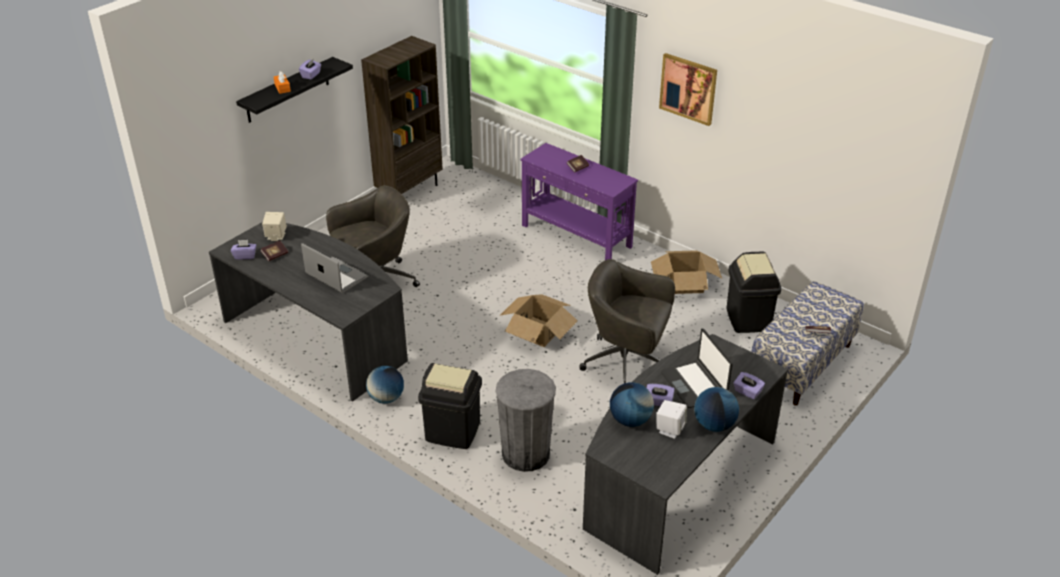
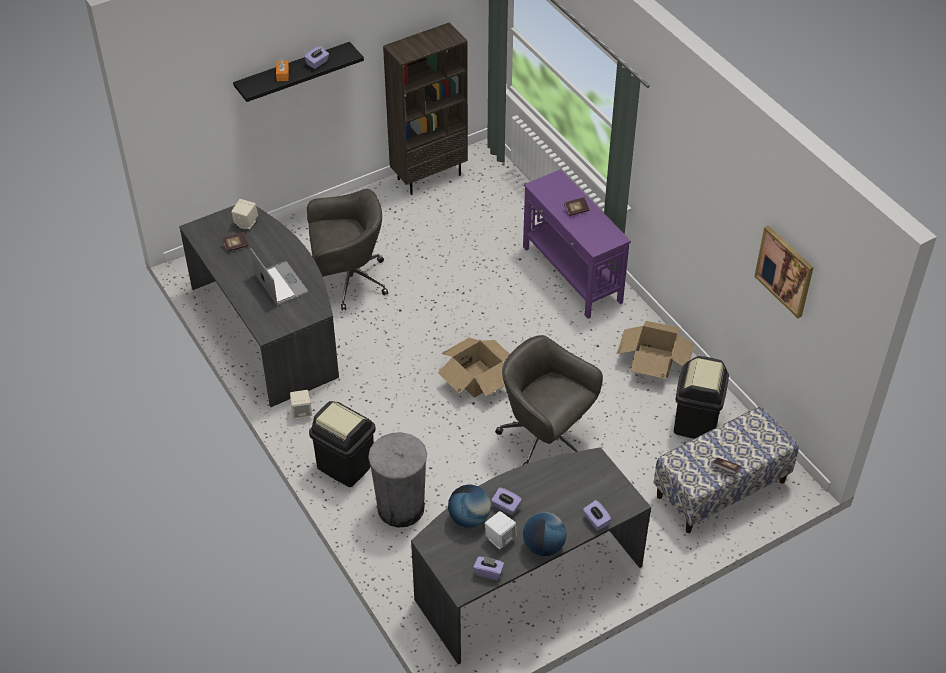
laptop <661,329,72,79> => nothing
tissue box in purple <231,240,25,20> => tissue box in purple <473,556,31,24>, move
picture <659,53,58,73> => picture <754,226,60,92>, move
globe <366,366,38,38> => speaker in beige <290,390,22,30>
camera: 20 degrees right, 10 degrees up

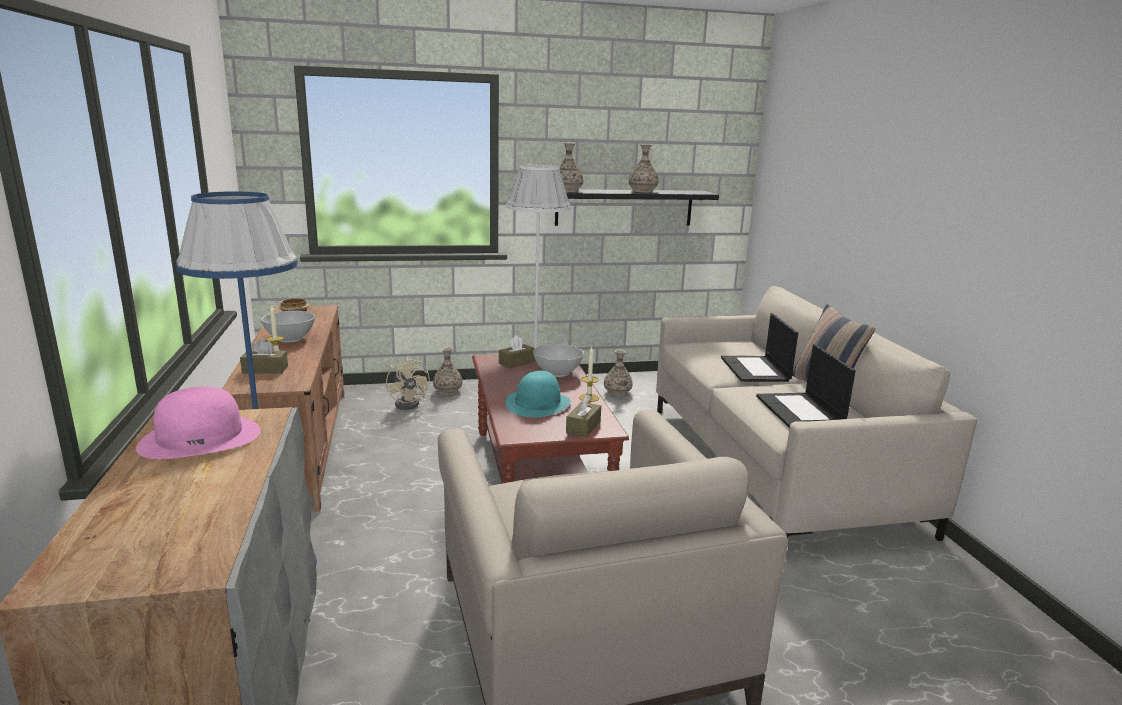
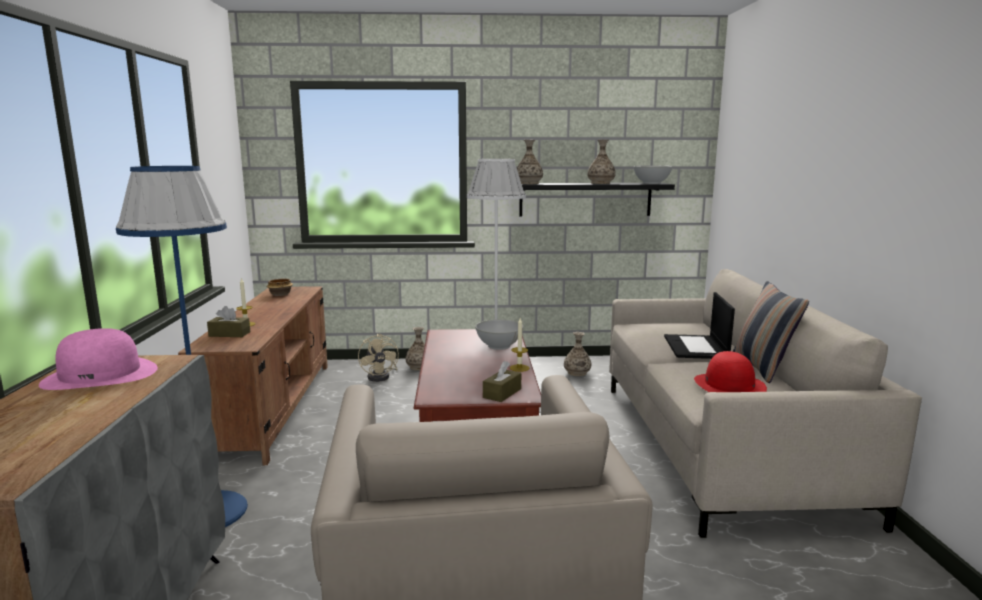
tissue box in brown <499,335,36,34> => nothing
hat in turquoise <505,371,66,46> => nothing
bowl in white <261,311,54,31> => bowl in white <633,166,40,18>, move
laptop <756,344,100,84> => hat in red <694,351,73,41>
camera: 10 degrees right, 5 degrees down

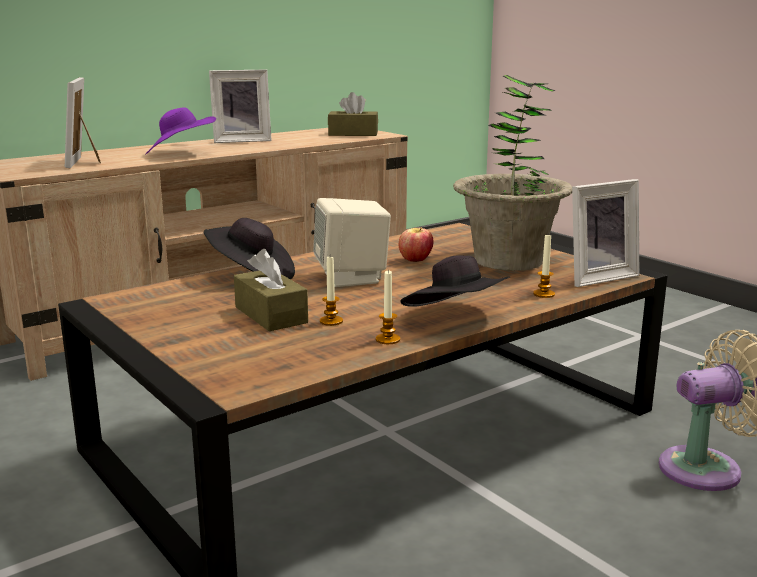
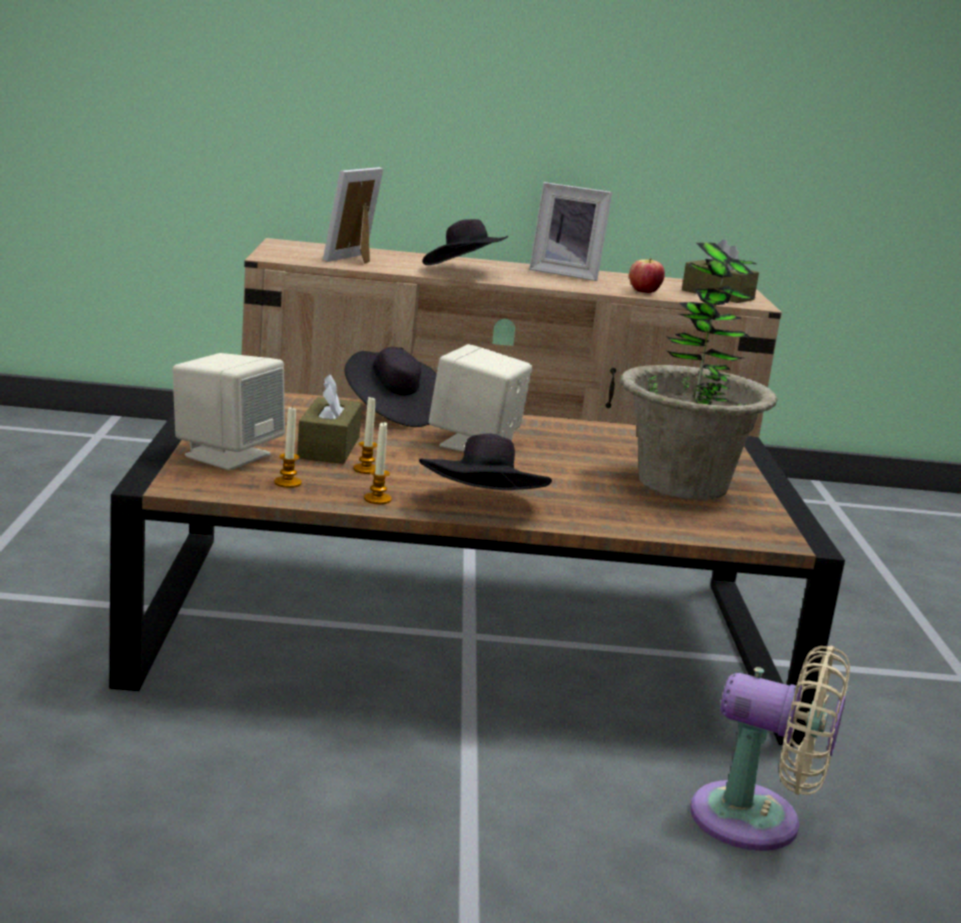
picture frame <572,179,67,108> => nothing
nothing => speaker in beige <172,353,113,117>
apple <399,227,34,35> => apple <629,258,36,35>, move
candle <533,235,22,63> => candle <274,407,28,81>, move
hat in purple <146,107,70,47> => hat in black <422,219,86,46>
camera: 35 degrees right, 0 degrees up

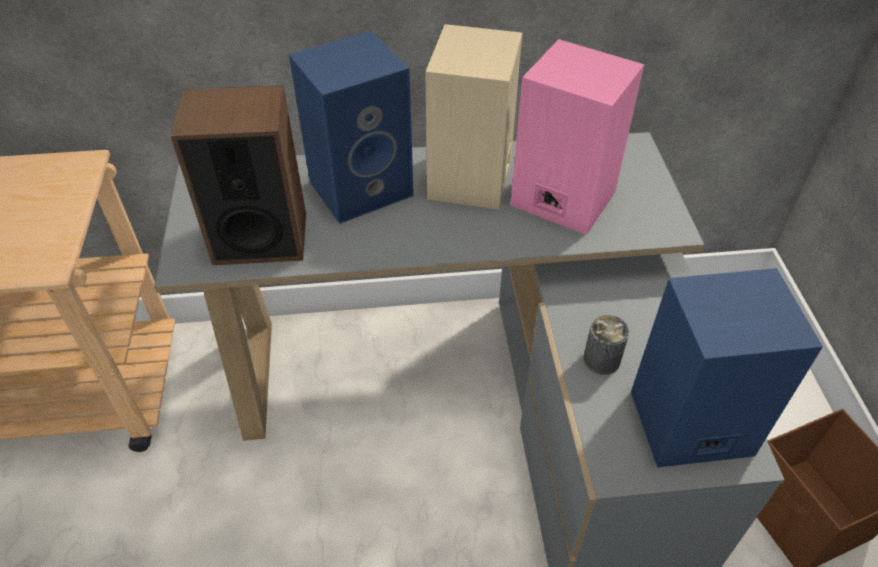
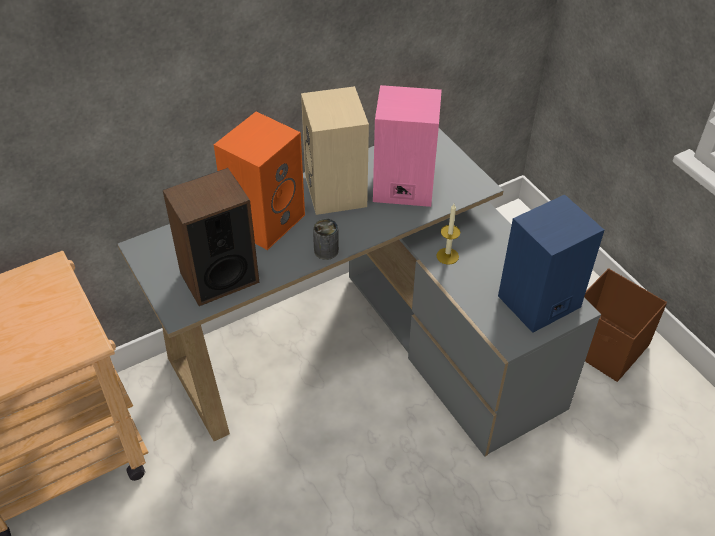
nothing => candle <436,204,24,61>
can <583,315,46,60> => can <313,219,26,41>, move
speaker in blue <289,31,125,193> => speaker in orange <214,112,91,138>
camera: 25 degrees left, 0 degrees up

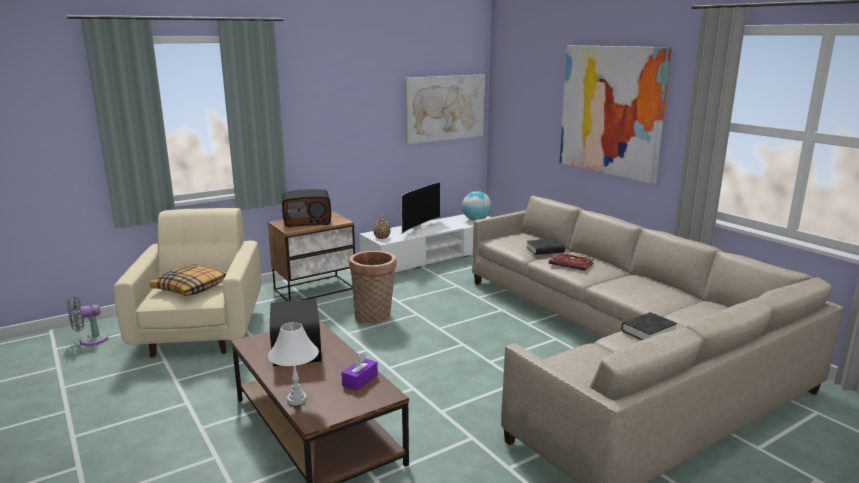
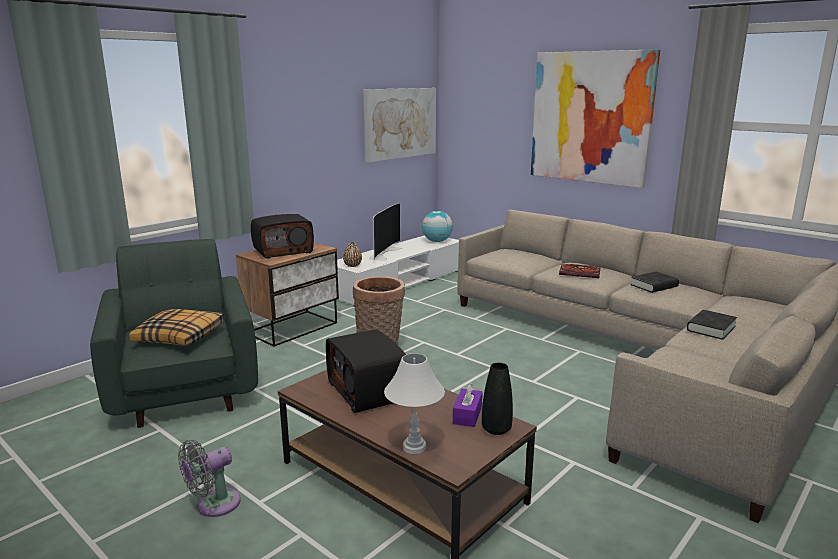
nothing => vase in black <482,363,31,72>
fan in grey <68,296,41,50> => fan in grey <178,440,63,77>, move
book in black <526,238,39,17> => book in black <630,272,49,21>, move
armchair in beige <113,208,148,150> => armchair in green <90,239,168,189>
camera: 15 degrees left, 0 degrees up

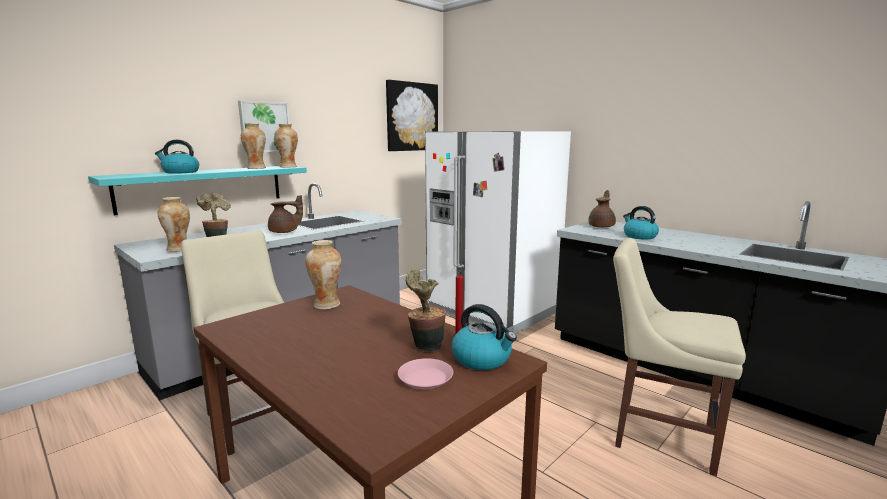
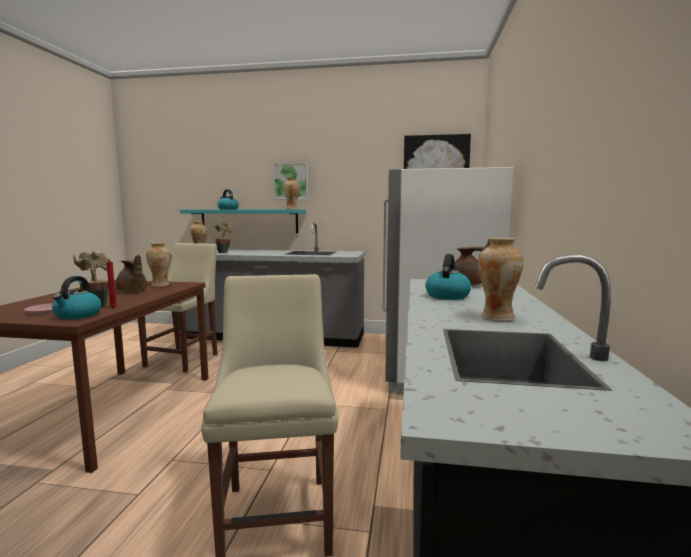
vase <241,124,25,45> => vase <478,237,46,84>, move
teapot in brown <268,195,35,38> => teapot in brown <115,255,32,37>, move
camera: 55 degrees right, 5 degrees down

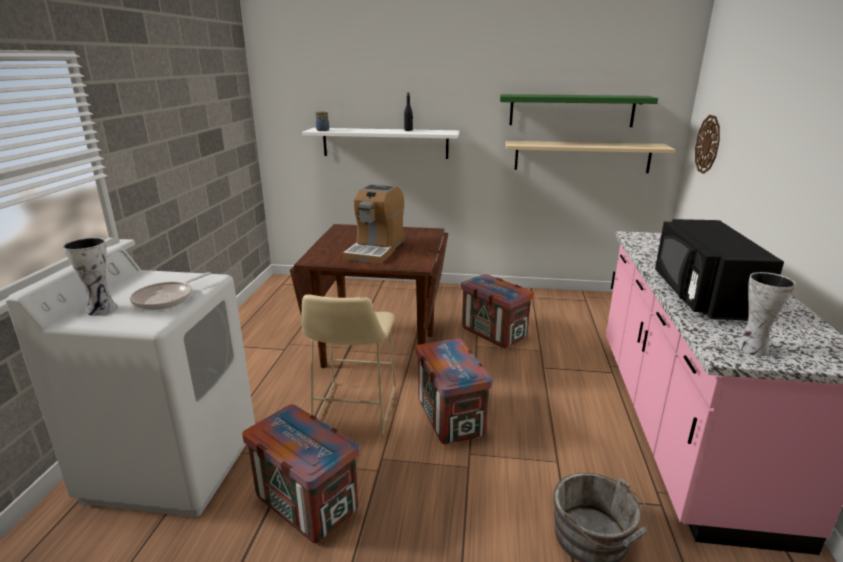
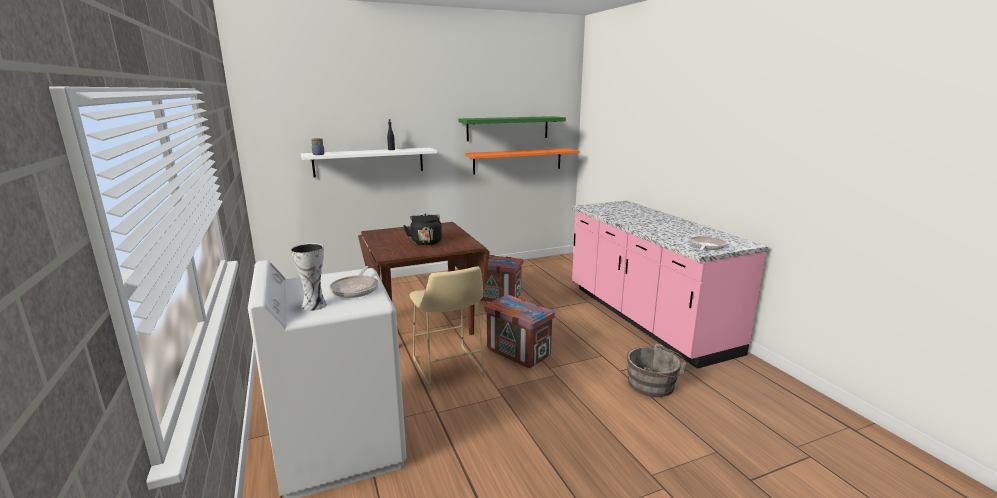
crate <242,404,117,139> => nothing
microwave in black <655,219,129,101> => nothing
wall clock <695,115,25,59> => nothing
coffee machine <343,184,61,80> => kettle in black <403,213,39,32>
vase <736,272,59,84> => frying pan <689,236,38,15>
shelf in beige <506,141,170,32> => shelf in orange <465,148,114,27>
camera: 30 degrees left, 5 degrees down

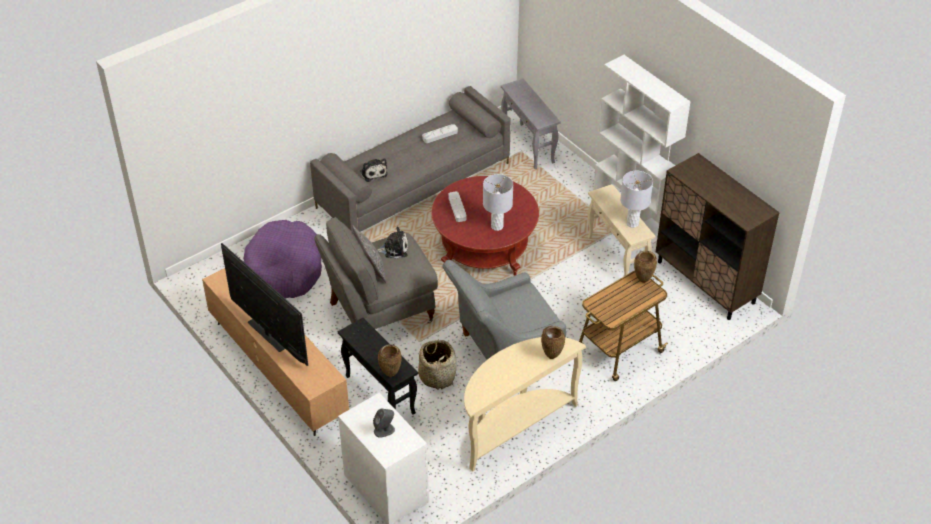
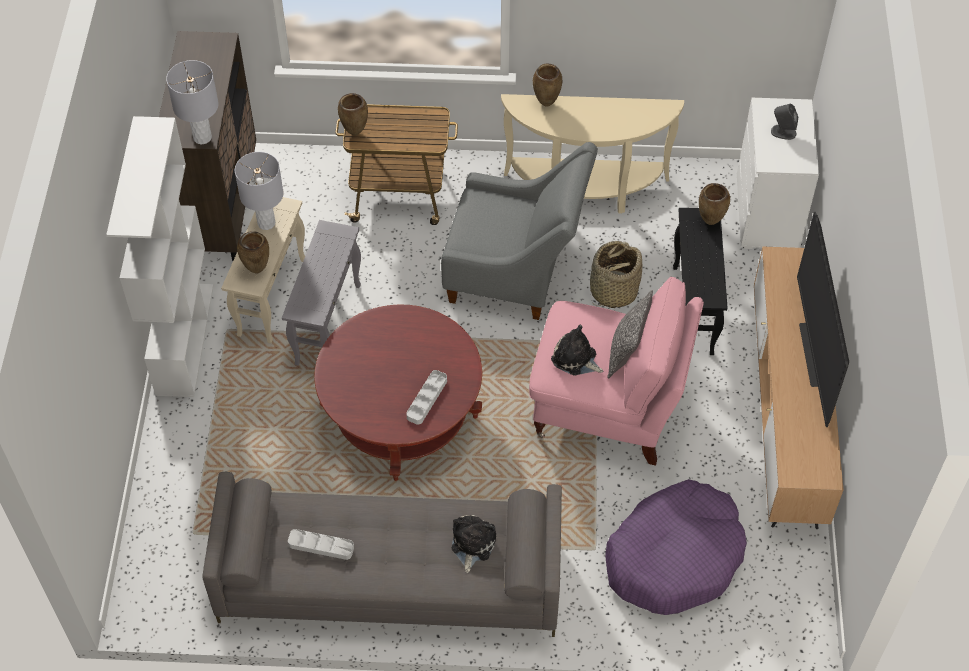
nothing => vase in brown <237,231,32,43>
table lamp in grey <483,174,30,57> => table lamp in grey <166,60,53,85>, move
side table in grey <501,79,60,90> => side table in grey <282,220,79,146>, move
armchair in grey <314,217,124,112> => armchair in pink <529,277,175,189>
camera: 140 degrees left, 10 degrees up

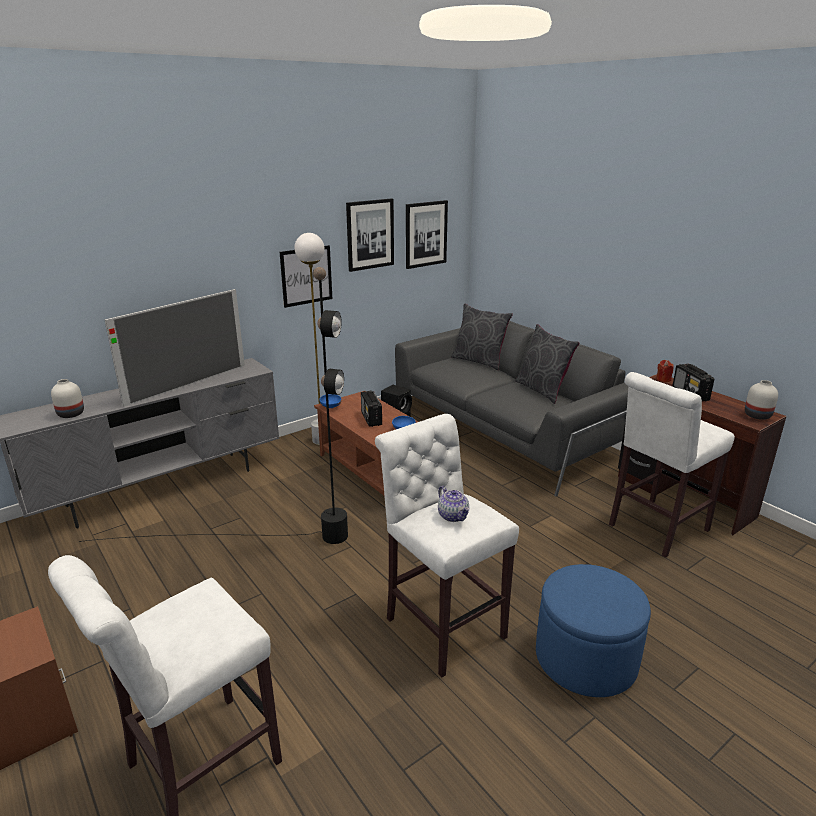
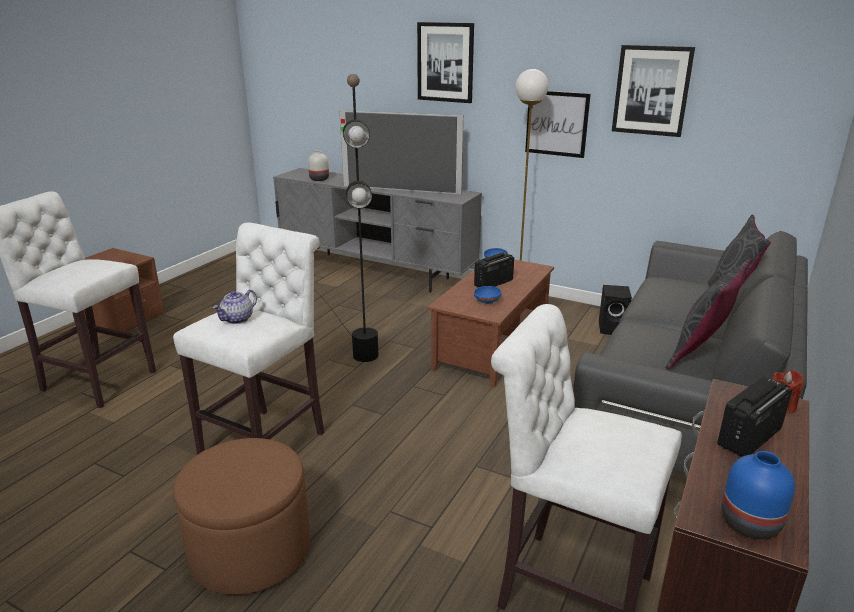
picture <406,200,42,69> => picture <417,22,57,81>, move
ottoman in blue <536,564,115,133> => ottoman in brown <173,438,137,157>
vase in white <745,380,33,40> => vase in blue <722,451,73,88>
camera: 65 degrees right, 0 degrees up

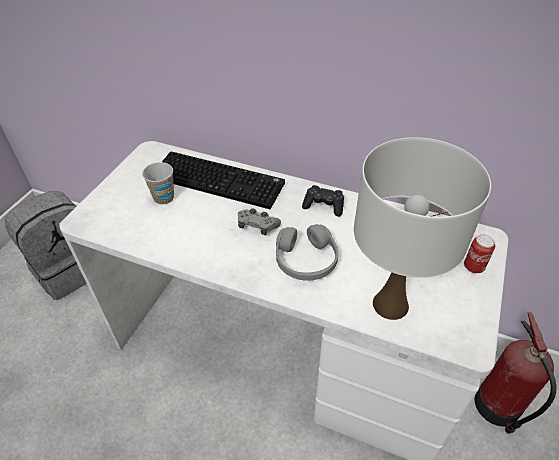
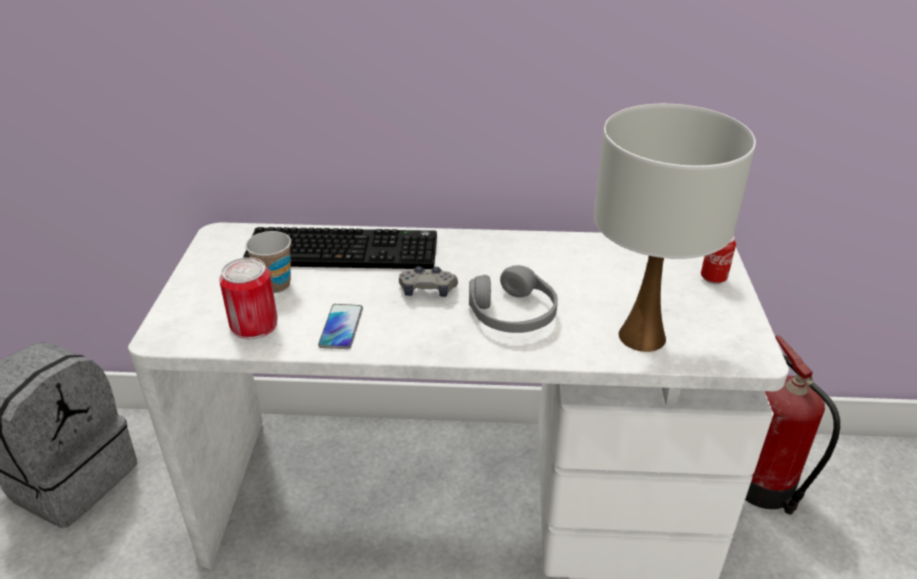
game controller in black <302,185,42,32> => nothing
nothing => can <219,257,59,82>
nothing => phone <318,304,45,45>
camera: 20 degrees left, 10 degrees down

